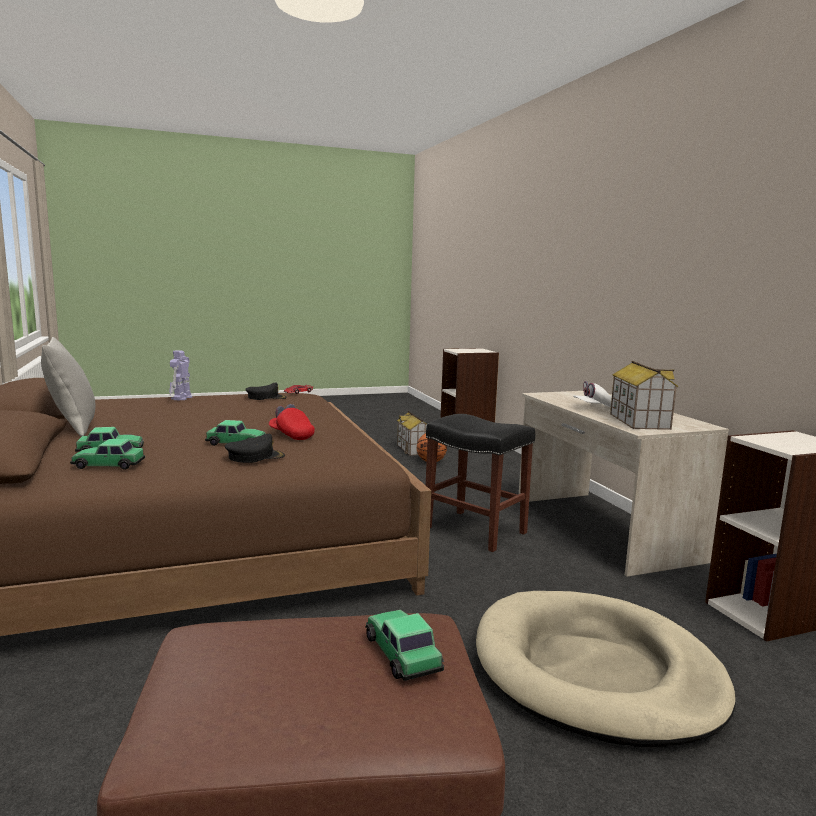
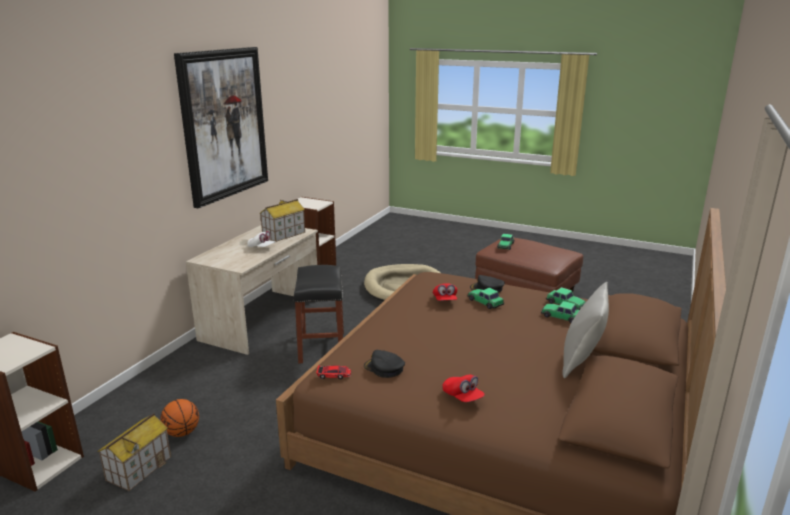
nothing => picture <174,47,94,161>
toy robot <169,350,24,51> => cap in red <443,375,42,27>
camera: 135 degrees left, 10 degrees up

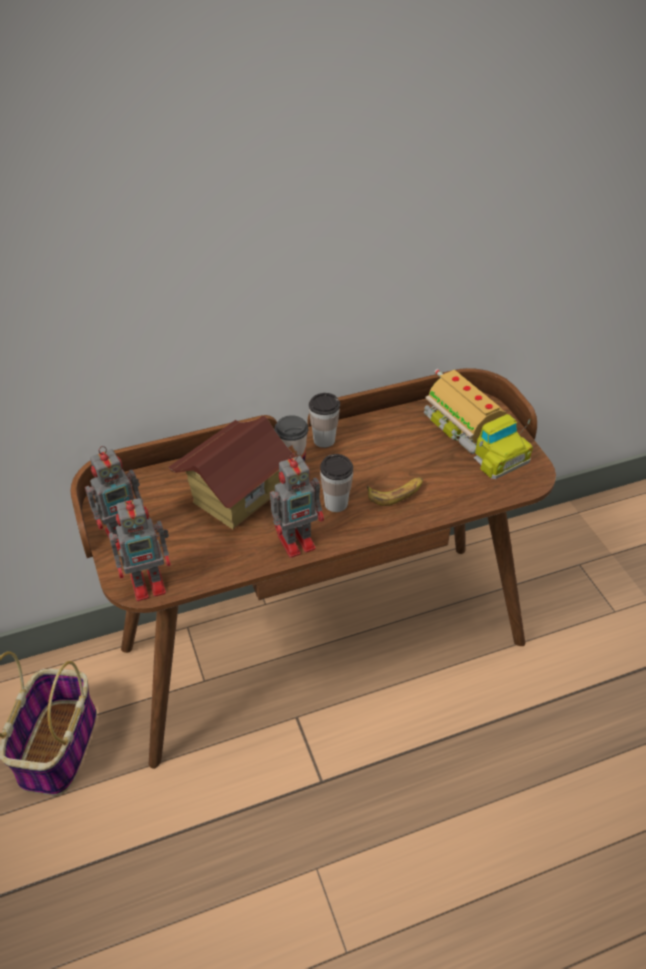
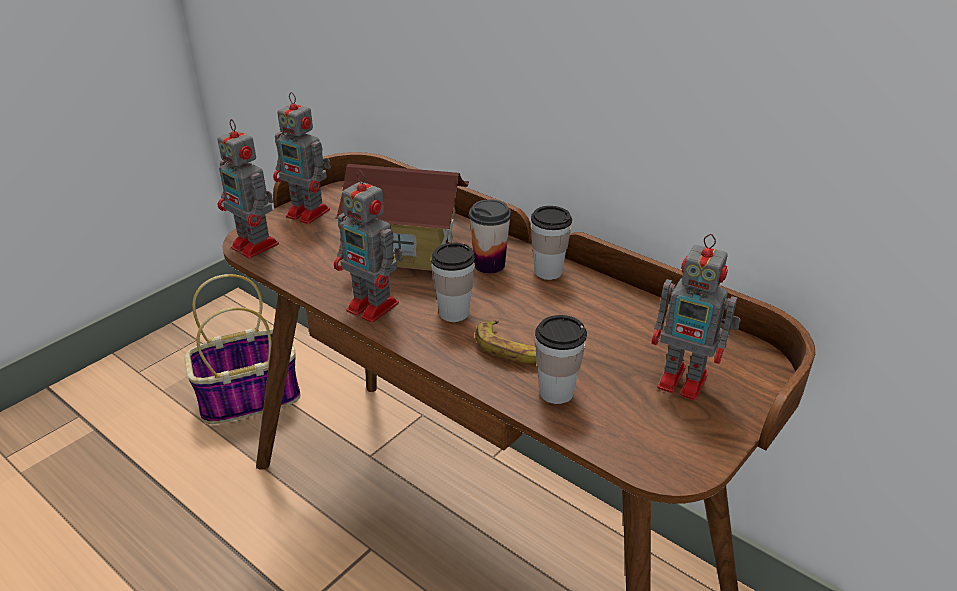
nothing => cup <535,315,52,89>
toy truck <424,369,109,110> => toy robot <651,234,90,166>
camera: 60 degrees right, 10 degrees down

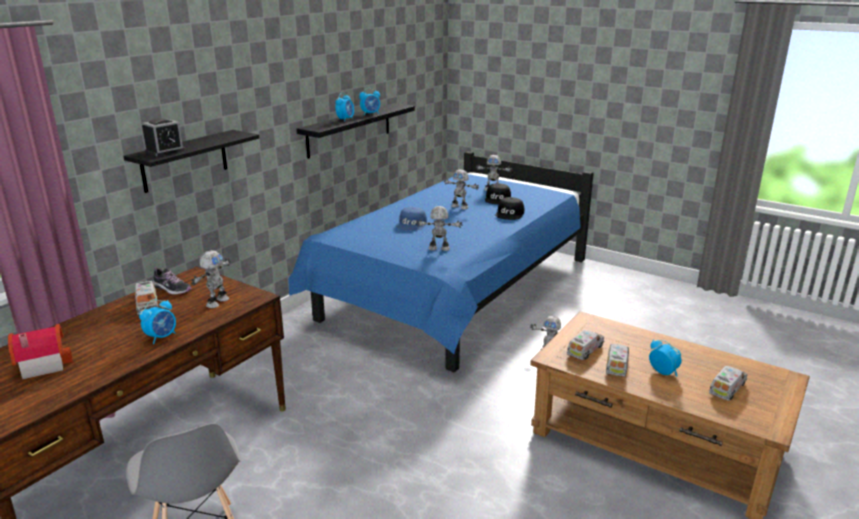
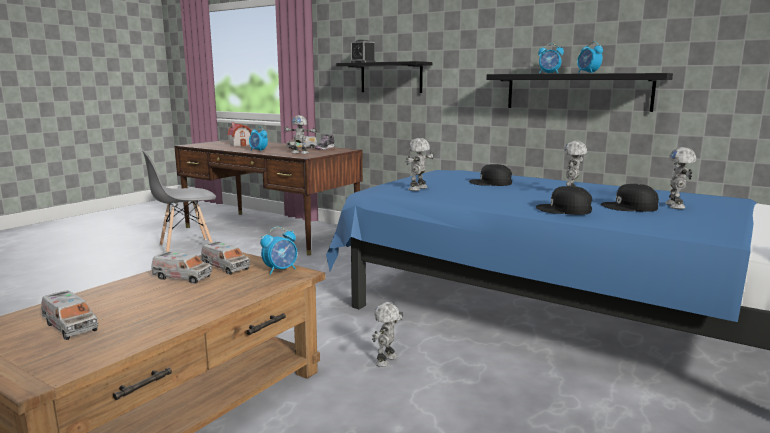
alarm clock <649,339,33,37> => alarm clock <260,227,37,48>, move
cap in blue <397,207,30,24> => cap in black <469,164,43,22>
toy robot <416,206,47,45> => toy robot <406,138,28,53>, 150 degrees counterclockwise
camera: 90 degrees right, 10 degrees down

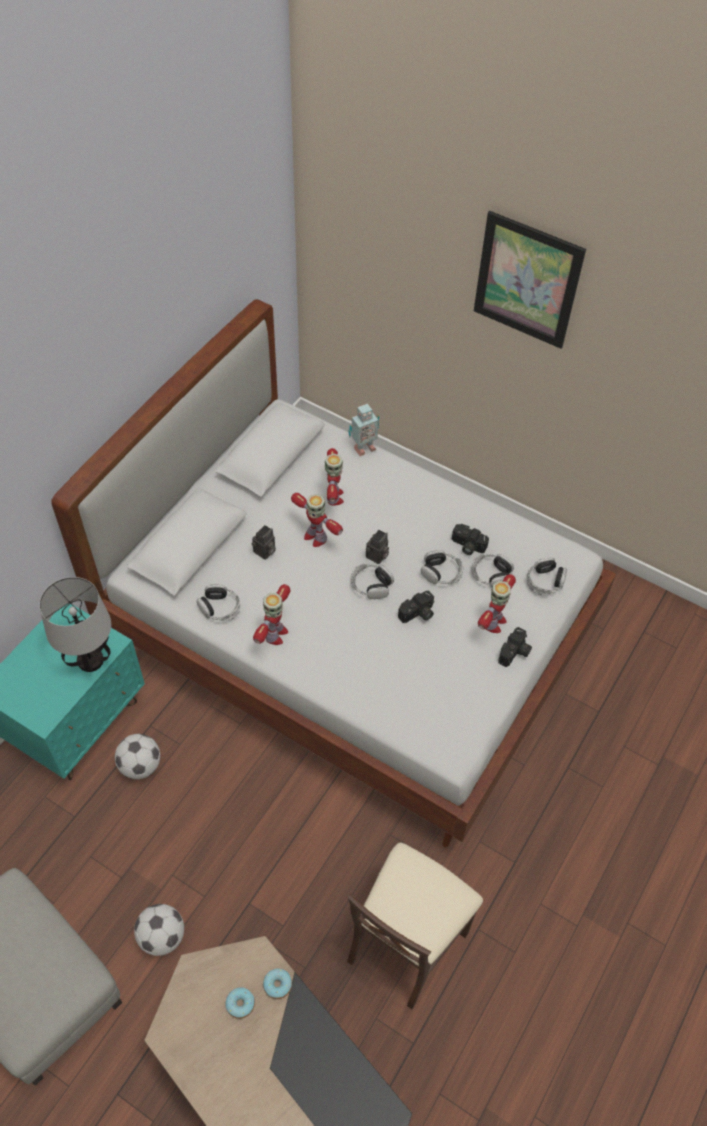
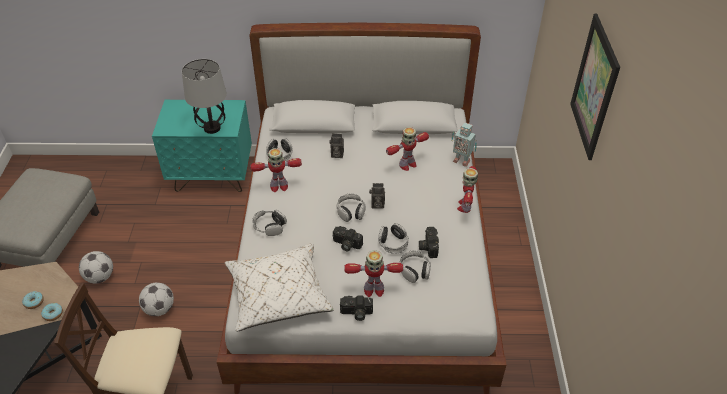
nothing => pillow in white <225,243,109,89>
football <115,734,45,45> => football <139,283,35,33>, move
toy robot <291,493,52,54> => toy robot <457,166,21,47>, move
headphones <527,557,40,38> => headphones <252,210,35,26>, move
camera: 60 degrees right, 10 degrees down

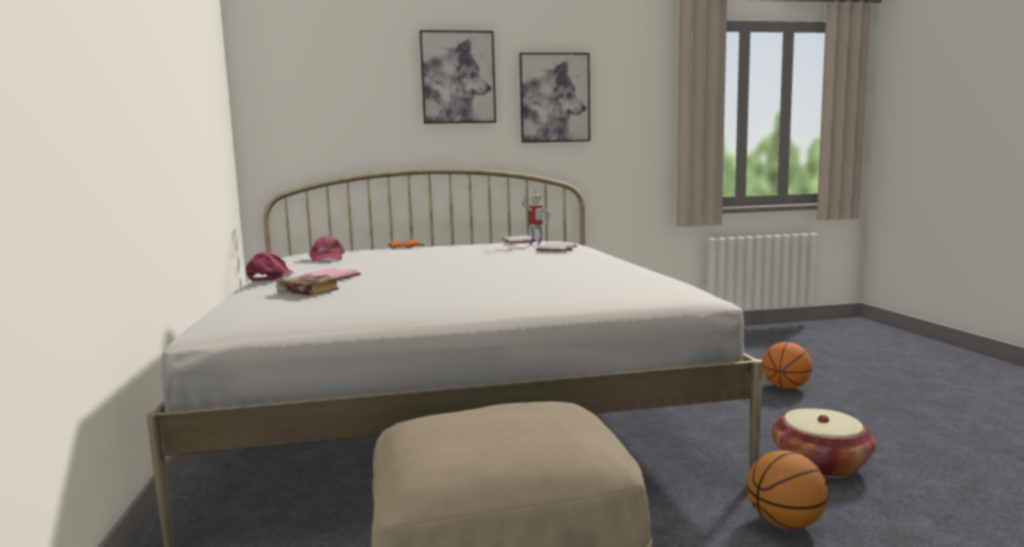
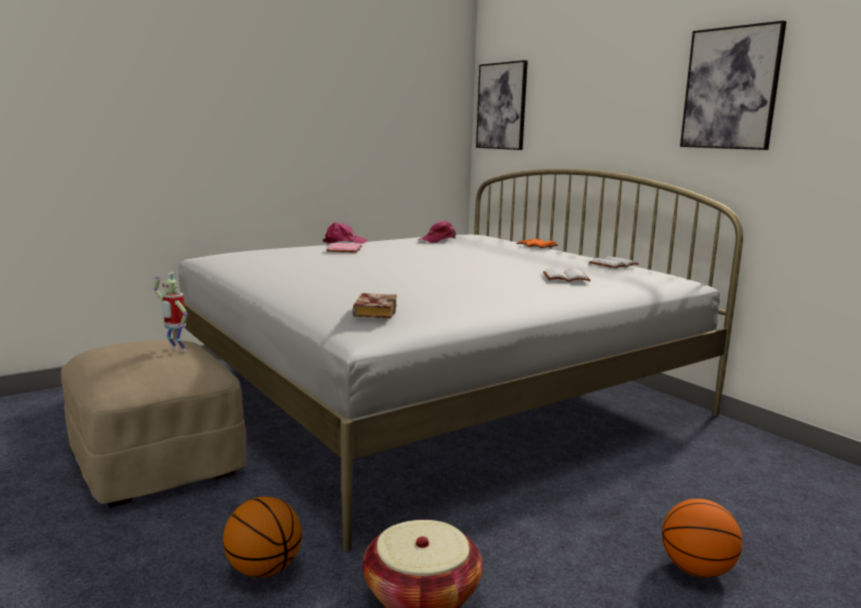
book <276,276,63,20> => book <353,293,44,25>, move
picture <419,30,77,94> => picture <476,60,52,90>, move
toy robot <522,189,29,57> => toy robot <152,272,36,80>, move
camera: 65 degrees right, 5 degrees up

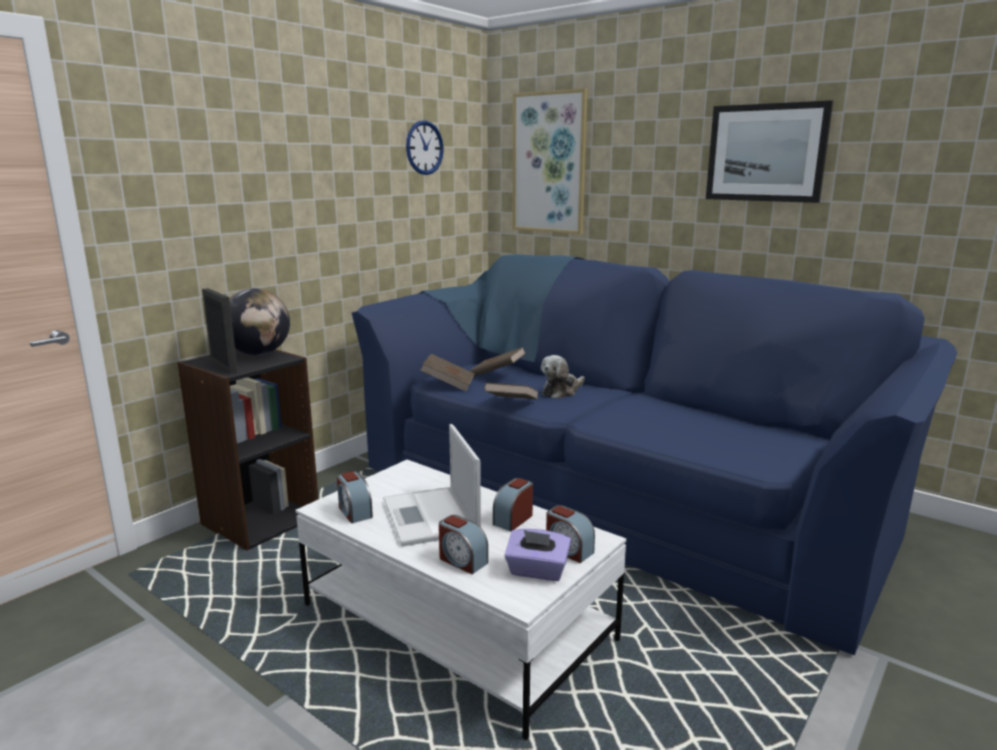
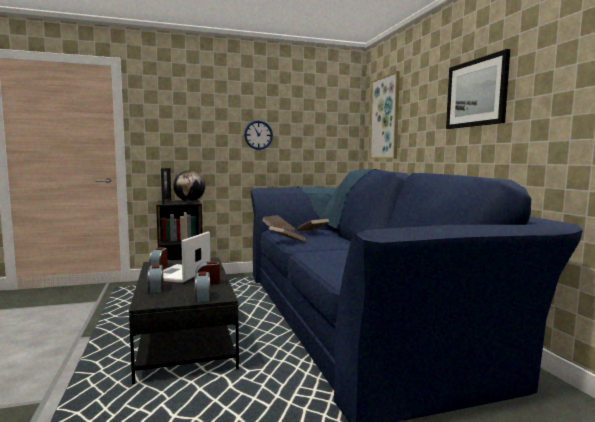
tissue box in purple <504,529,67,52> => nothing
plush toy <541,355,44,44> => nothing
wall clock <406,120,38,55> => wall clock <244,120,29,30>, move
coffee table in white <296,460,330,280> => coffee table in black <129,258,110,126>
camera: 35 degrees right, 10 degrees down

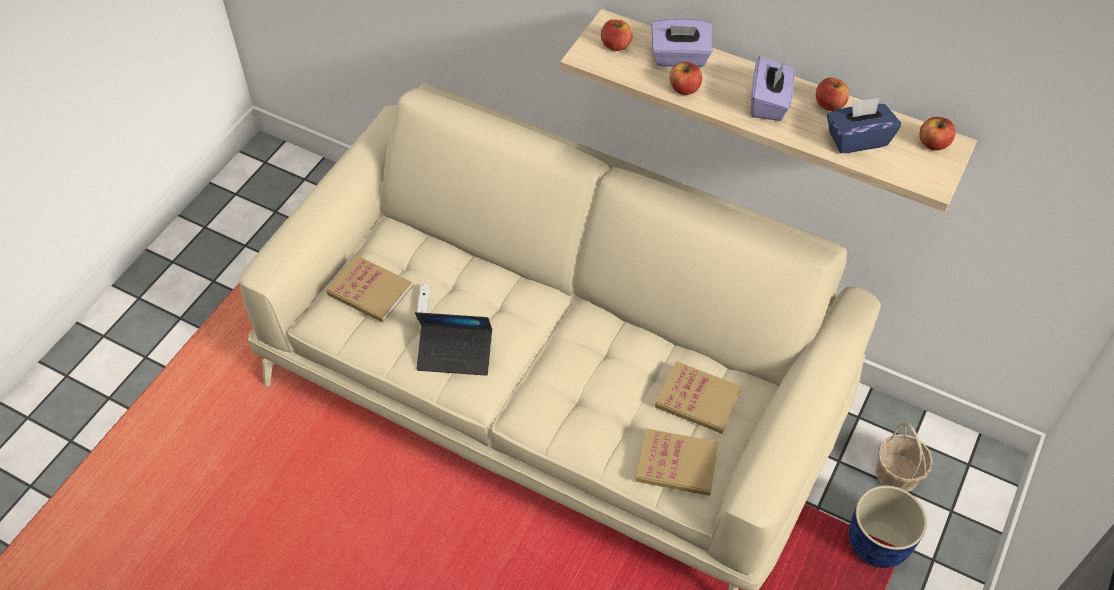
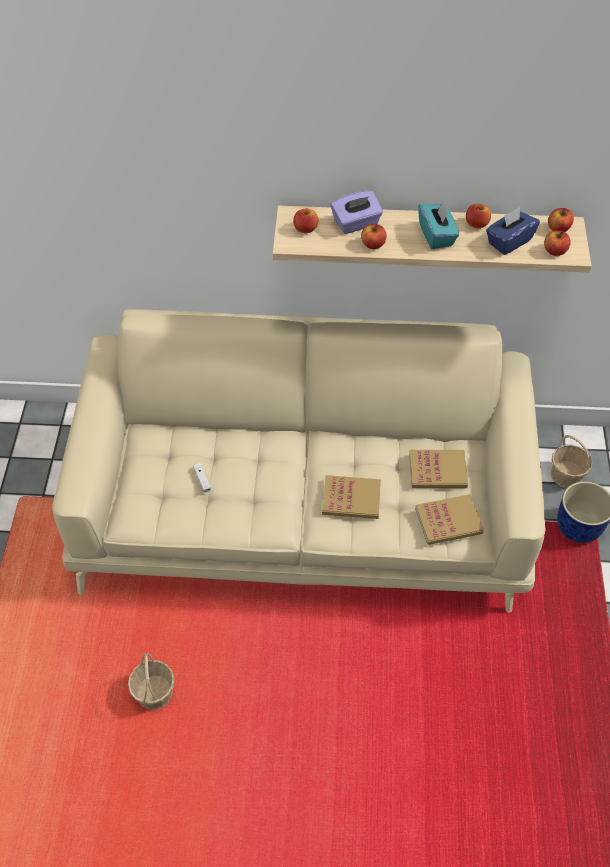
laptop <415,312,77,64> => nothing
nothing => basket <128,653,47,57>
nothing => apple <544,230,27,26>
book <327,256,85,66> => book <322,475,59,44>, move
tissue box in purple <751,56,44,65> => tissue box in turquoise <418,202,41,47>
camera: 25 degrees left, 0 degrees up

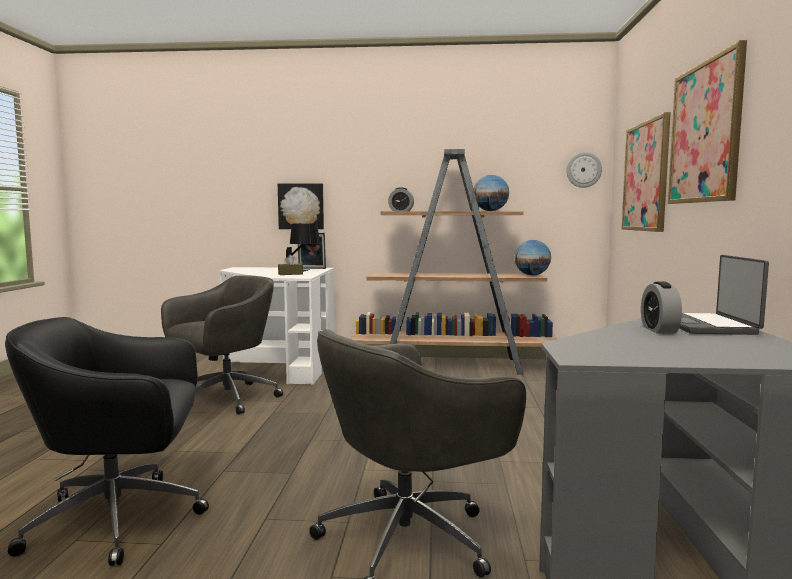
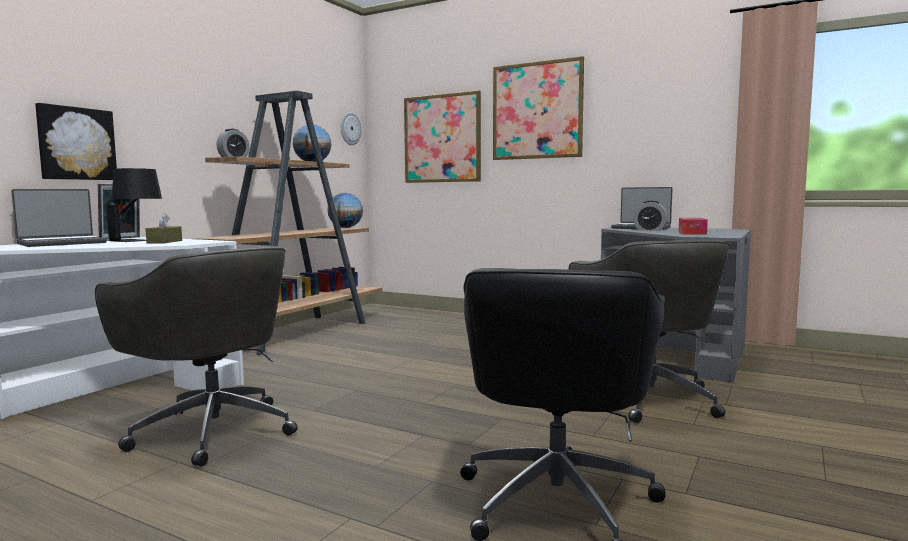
nothing => laptop <11,189,96,58>
nothing => tissue box <678,218,30,17>
office chair in grey <161,275,122,140> => office chair in grey <95,246,203,221>, 150 degrees clockwise
camera: 65 degrees left, 0 degrees up

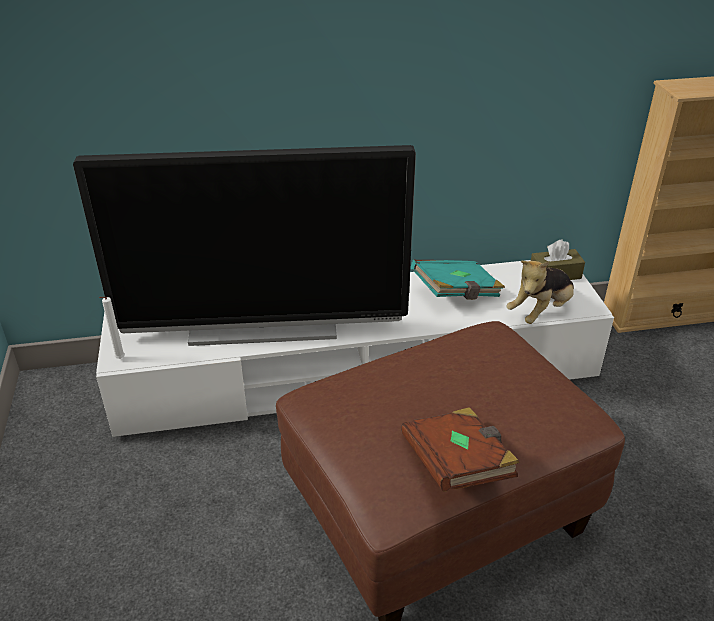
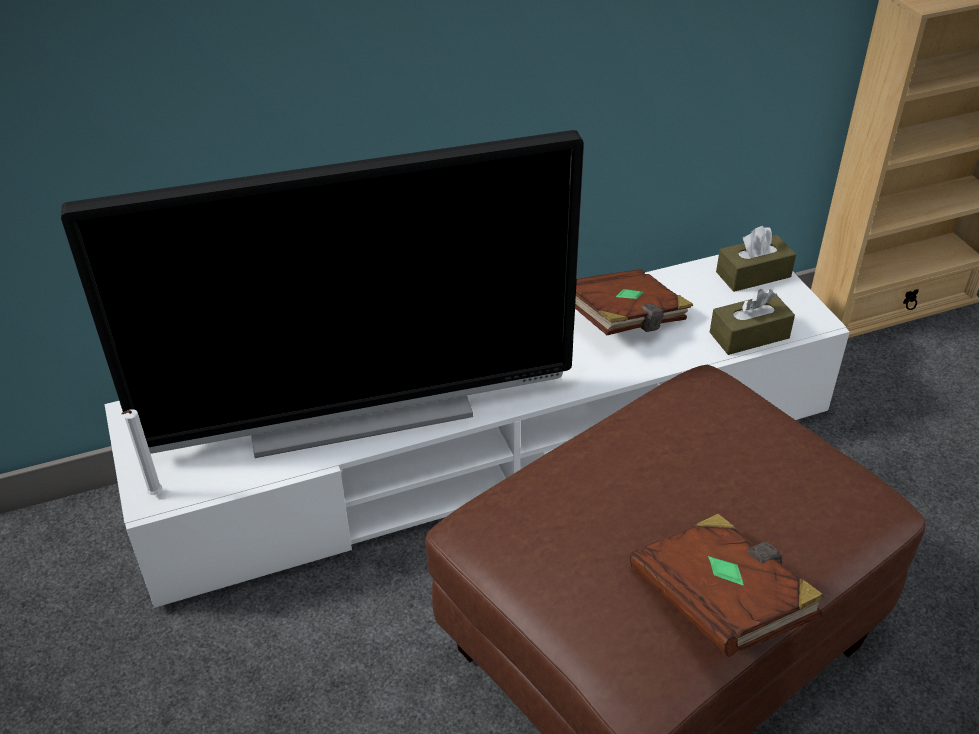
plush toy <506,261,68,63> => tissue box in brown <710,289,85,66>
book in turquoise <411,260,94,40> => book in brown <575,269,118,66>
camera: 10 degrees left, 5 degrees up

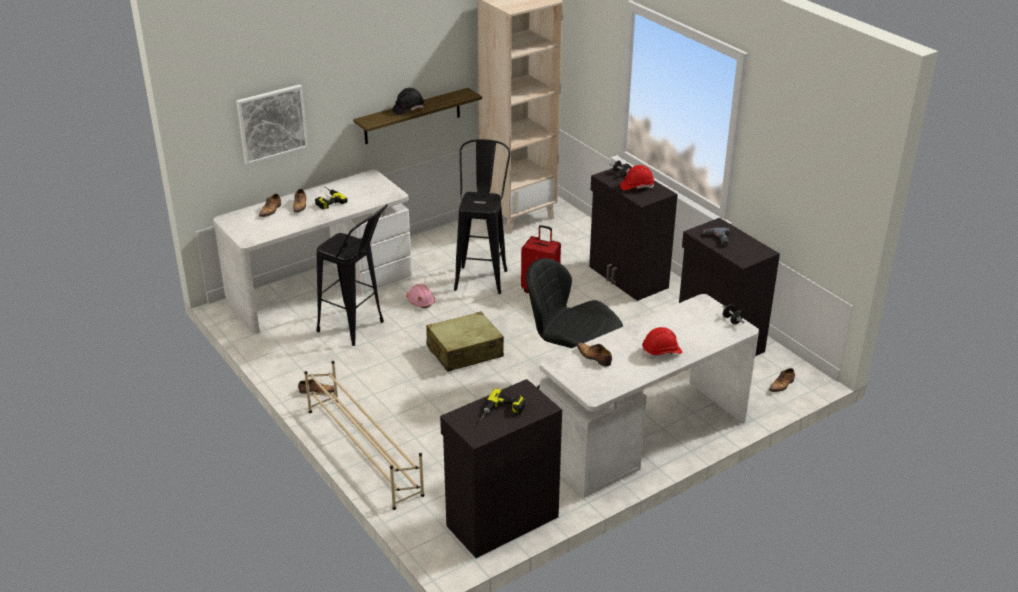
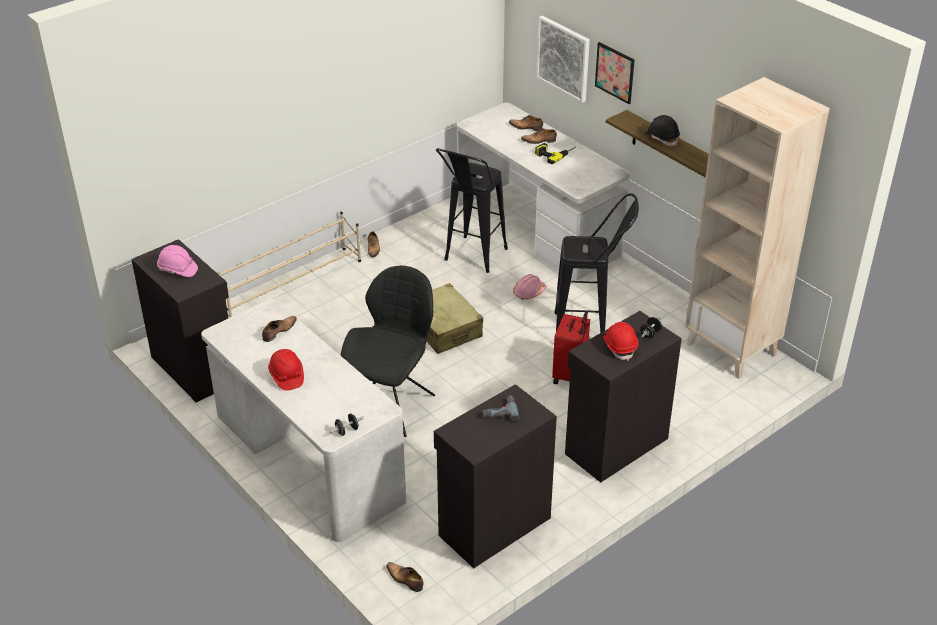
nothing => picture <595,42,40,62>
power drill <480,388,45,33> => hard hat in pink <157,245,41,32>
camera: 85 degrees right, 5 degrees up

